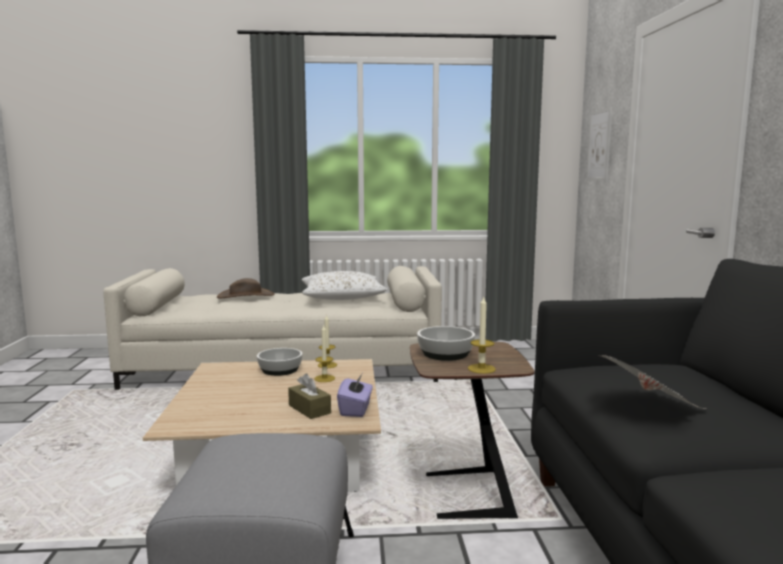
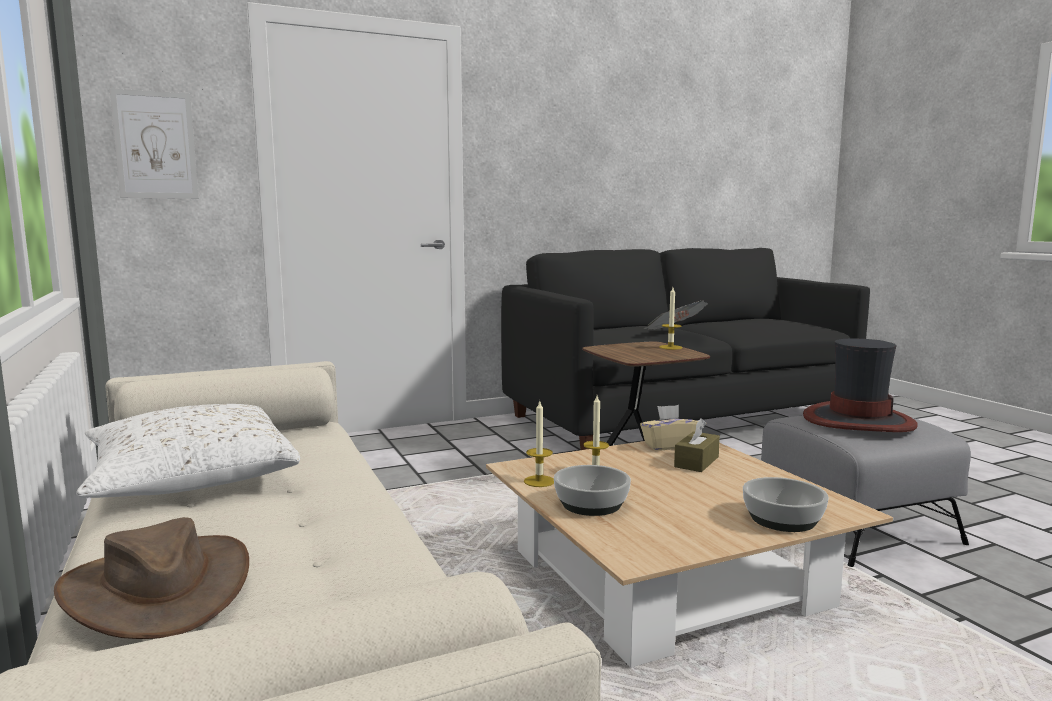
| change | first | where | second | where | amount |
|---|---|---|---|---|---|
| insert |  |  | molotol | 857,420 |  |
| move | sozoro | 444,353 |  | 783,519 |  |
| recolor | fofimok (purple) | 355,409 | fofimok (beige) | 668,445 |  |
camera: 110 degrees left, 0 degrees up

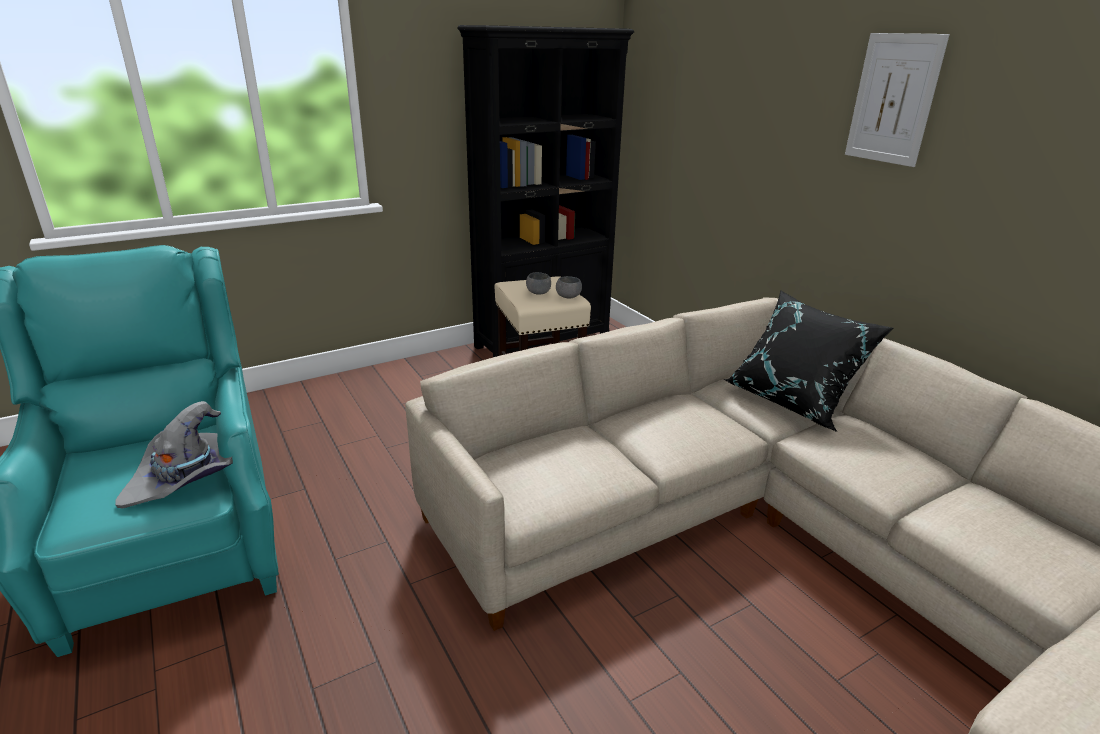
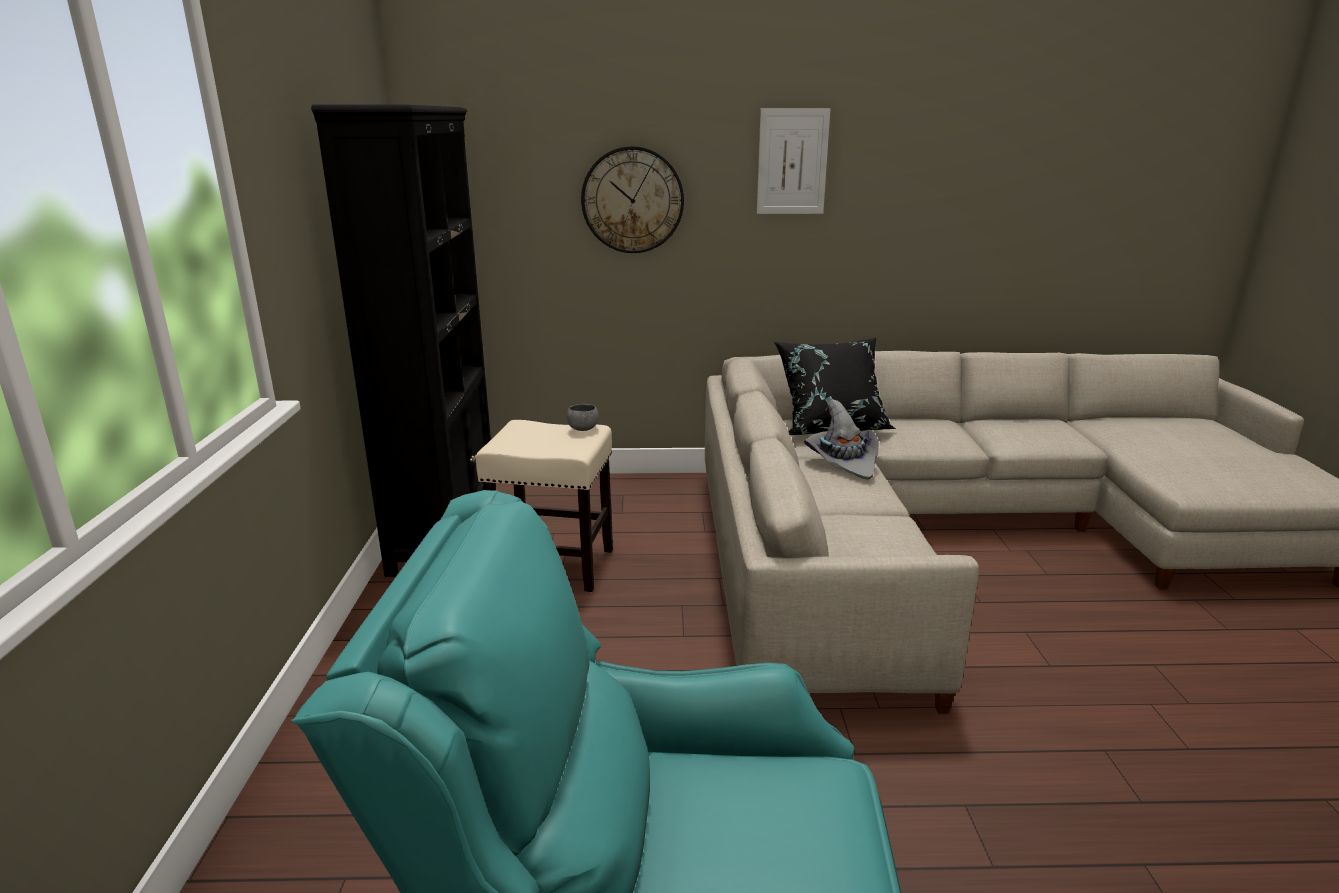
| change | first | where | second | where | amount |
|---|---|---|---|---|---|
| delete | sozoro (grey) | 538,293 |  |  |  |
| insert |  |  | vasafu | 632,200 |  |
| move | molotol (grey) | 184,478 |  | 842,461 |  |
camera: 60 degrees left, 5 degrees down

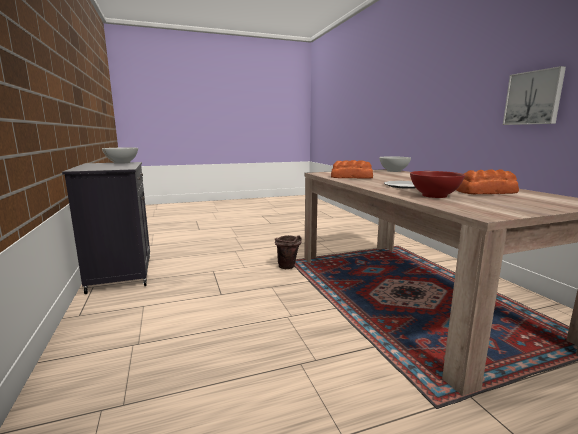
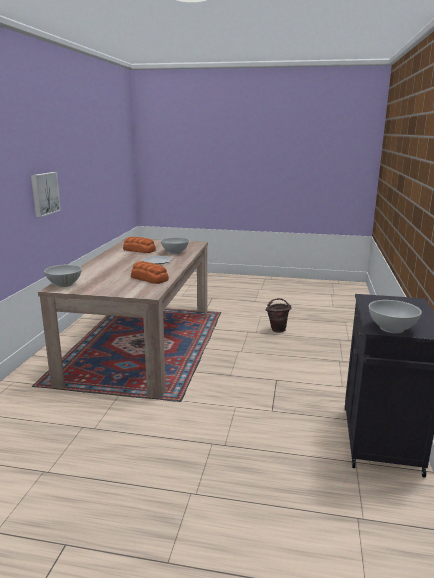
| change | first | where | second | where | amount |
|---|---|---|---|---|---|
| move | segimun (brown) | 288,267 |  | 277,329 |  |
| recolor | sozoro (red) | 434,196 | sozoro (white) | 175,252 |  |
camera: 150 degrees left, 5 degrees up

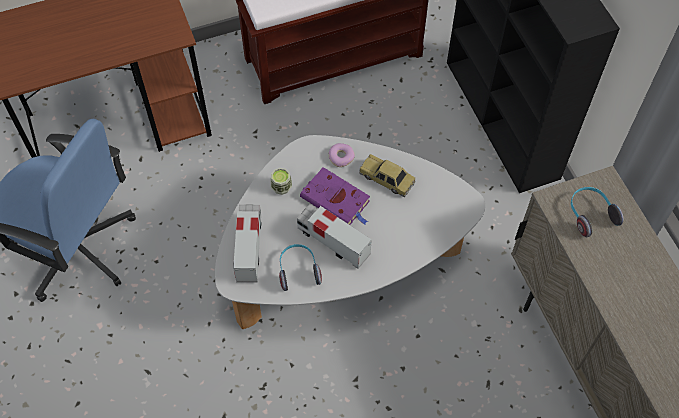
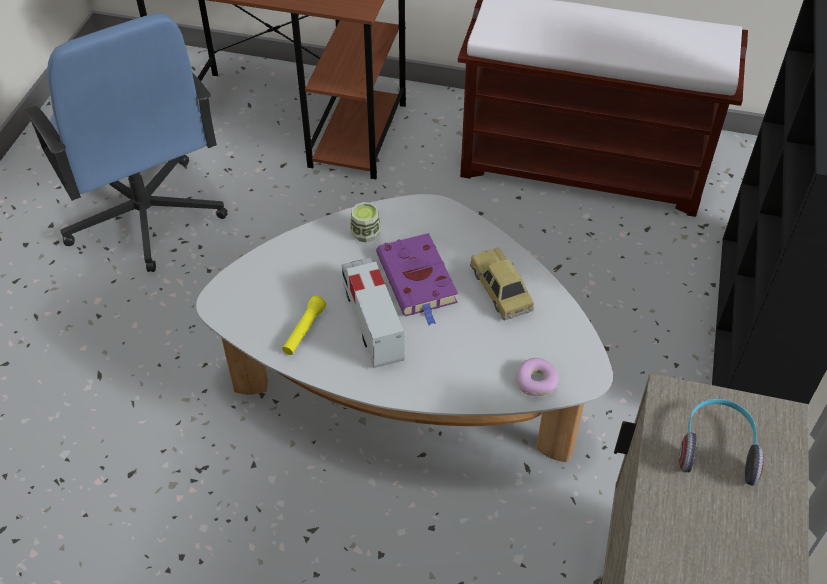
| change | first | where | second | where | amount |
|---|---|---|---|---|---|
| delete | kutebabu | 249,248 |  |  |  |
| move | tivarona | 341,157 |  | 536,381 |  |
| replace | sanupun | 298,270 | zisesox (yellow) | 304,330 |  |
camera: 35 degrees right, 10 degrees down

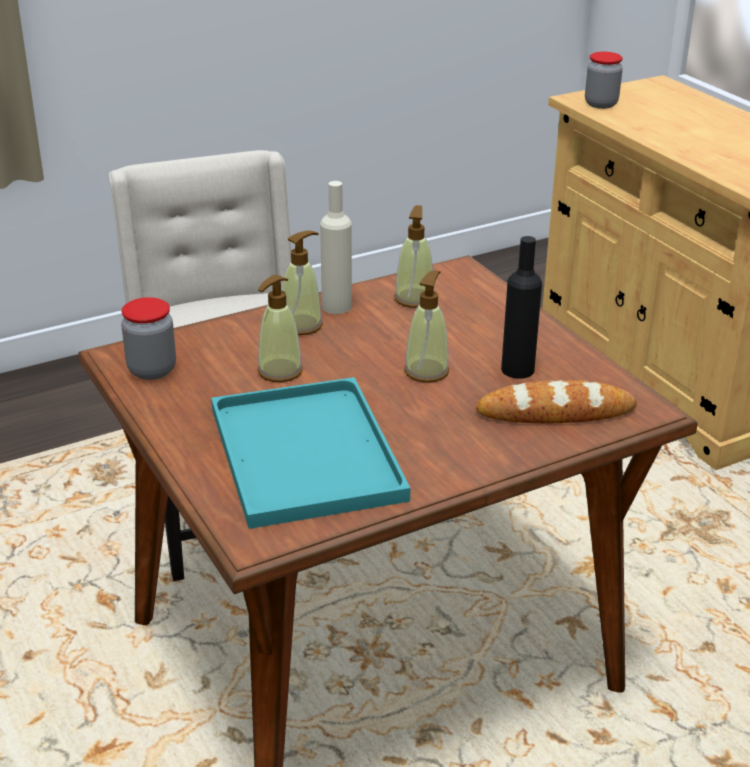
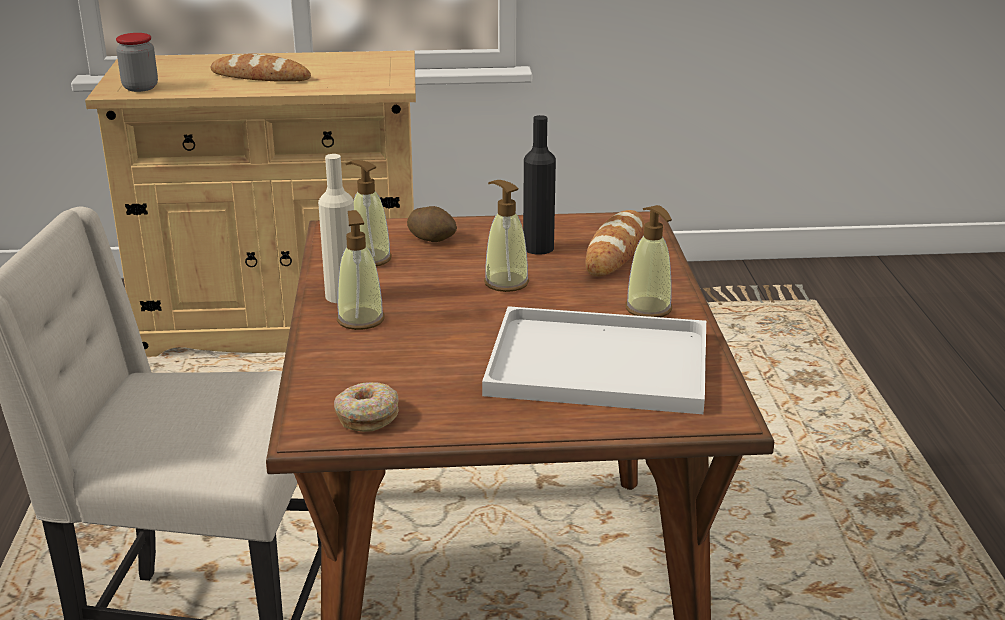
| change | first | where | second | where | amount |
|---|---|---|---|---|---|
| insert |  |  | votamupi | 260,76 |  |
| insert |  |  | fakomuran | 432,239 |  |
| move | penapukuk | 279,371 |  | 648,309 |  |
| replace | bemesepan | 152,370 | tivarona | 367,416 |  |
| recolor | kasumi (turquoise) | 309,455 | kasumi (white) | 603,363 |  |
camera: 65 degrees left, 5 degrees down

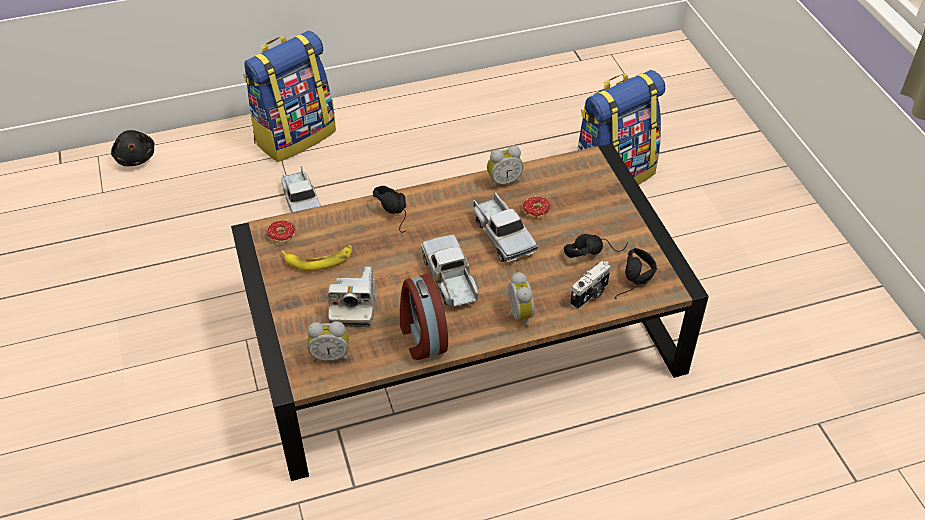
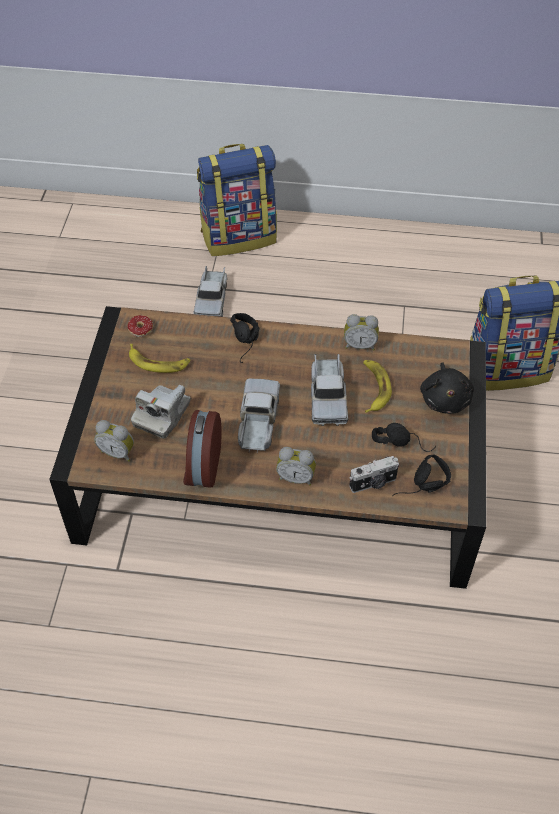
| change | first | where | second | where | amount |
|---|---|---|---|---|---|
| move | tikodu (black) | 136,157 |  | 445,399 |  |
| replace | tivarona | 539,214 | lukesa | 374,388 |  |
| rotate | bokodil | 517,315 |  | 296,477 | 90 degrees clockwise |
camera: 25 degrees right, 5 degrees up

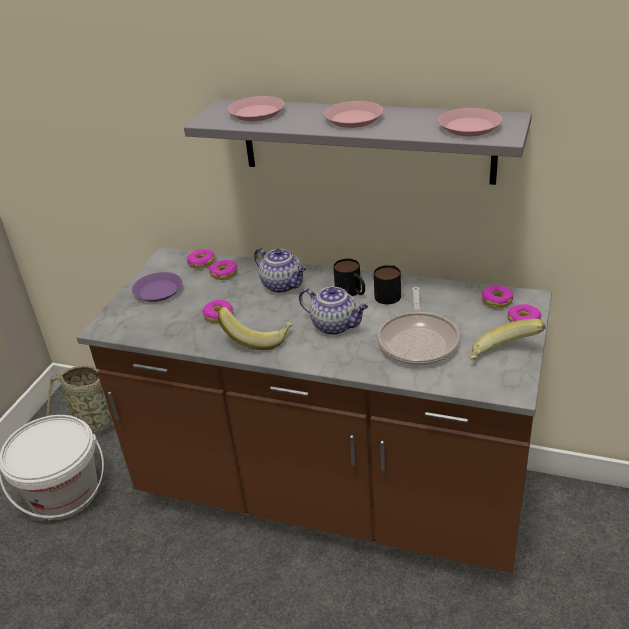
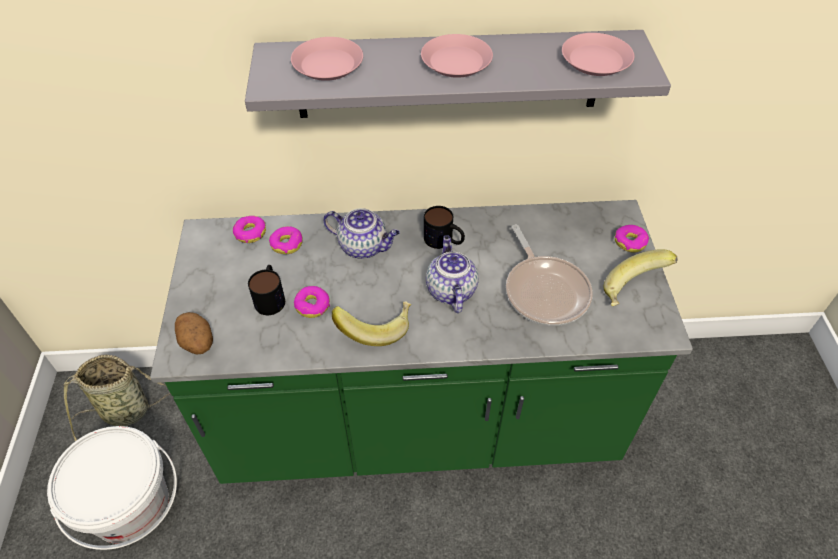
| change | first | where | second | where | amount |
|---|---|---|---|---|---|
| delete | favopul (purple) | 158,291 |  |  |  |
| delete | tivarona | 496,301 |  |  |  |
| insert |  |  | fakomuran | 198,343 |  |
| move | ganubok | 389,293 |  | 270,296 |  |
| recolor | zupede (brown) | 331,495 | zupede (green) | 419,422 |  |
| rotate | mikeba | 335,325 |  | 450,290 | 105 degrees counterclockwise |
camera: 25 degrees left, 15 degrees up

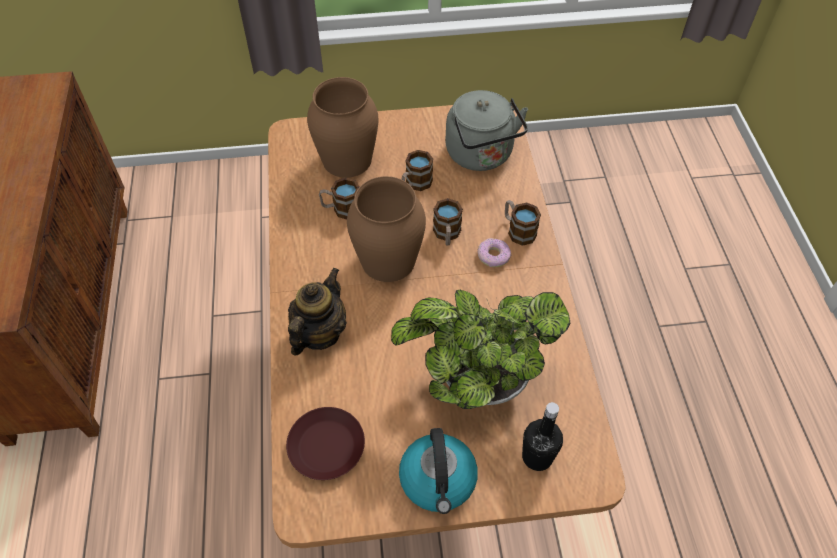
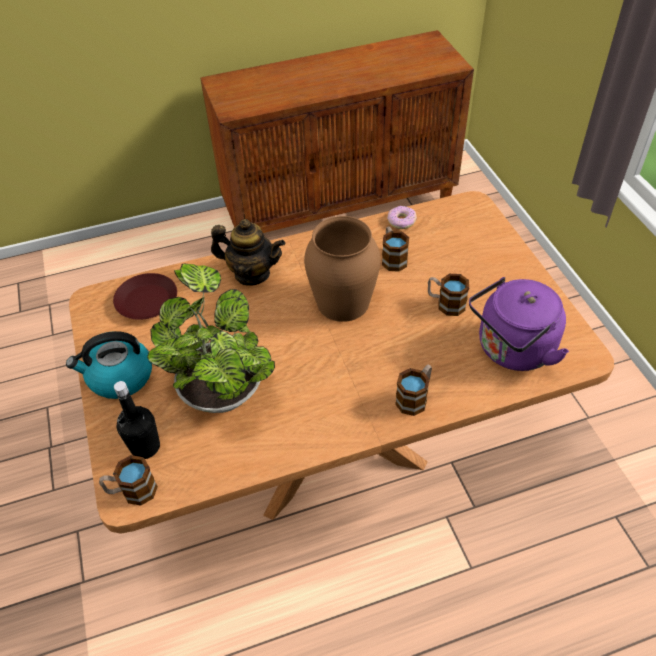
| change | first | where | second | where | amount |
|---|---|---|---|---|---|
| delete | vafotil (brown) | 346,159 |  |  |  |
| move | ganubok | 447,235 |  | 132,491 |  |
| move | tivarona | 493,256 |  | 401,221 |  |
| recolor | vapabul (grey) | 481,155 | vapabul (purple) | 512,350 |  |
camera: 80 degrees right, 5 degrees down

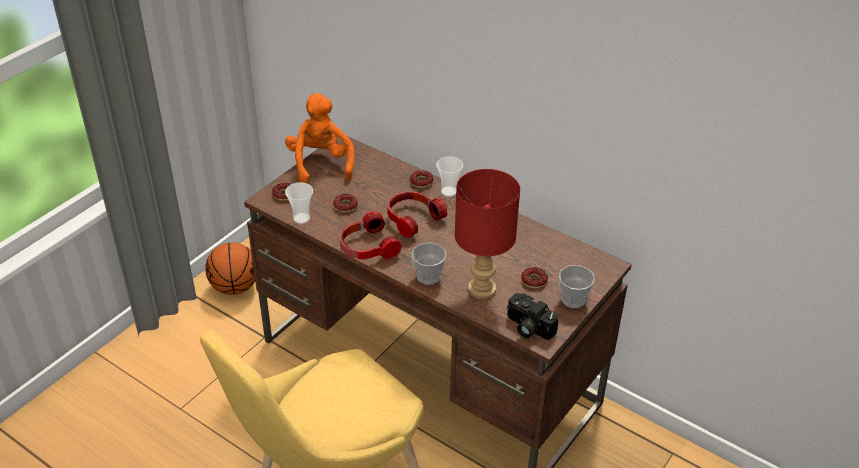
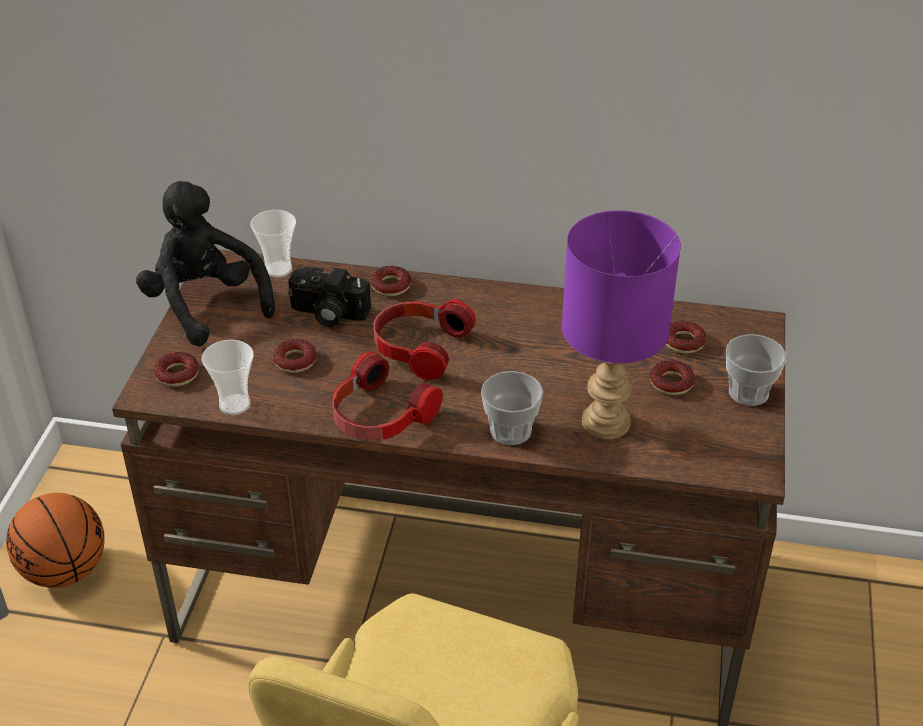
| change | first | where | second | where | amount |
|---|---|---|---|---|---|
| insert |  |  | tivarona | 683,342 |  |
| move | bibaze | 449,191 |  | 278,269 |  |
| move | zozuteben | 527,327 |  | 327,314 |  |
| recolor | tikodu (orange) | 321,163 | tikodu (black) | 205,305 |  |
| recolor | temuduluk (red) | 480,288 | temuduluk (purple) | 603,422 |  |
camera: 25 degrees left, 0 degrees up

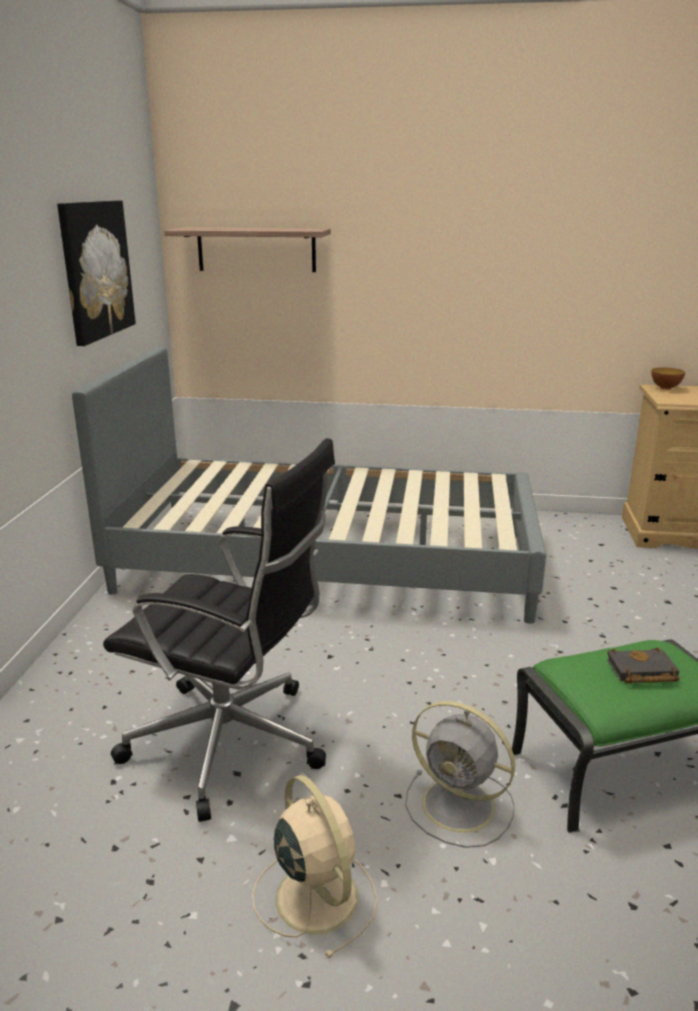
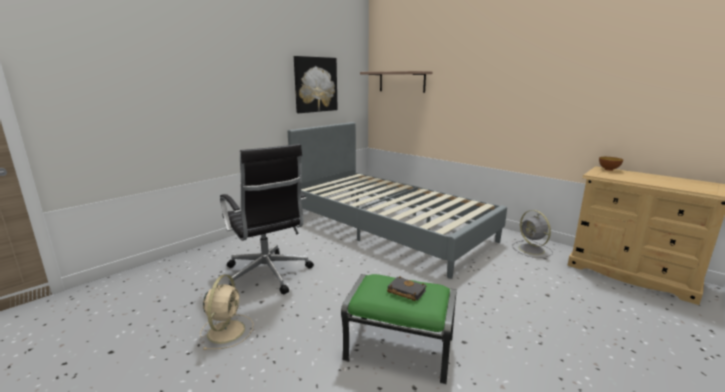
| change | first | where | second | where | amount |
|---|---|---|---|---|---|
| move | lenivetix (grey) | 461,806 |  | 532,250 |  |
camera: 35 degrees right, 5 degrees down

